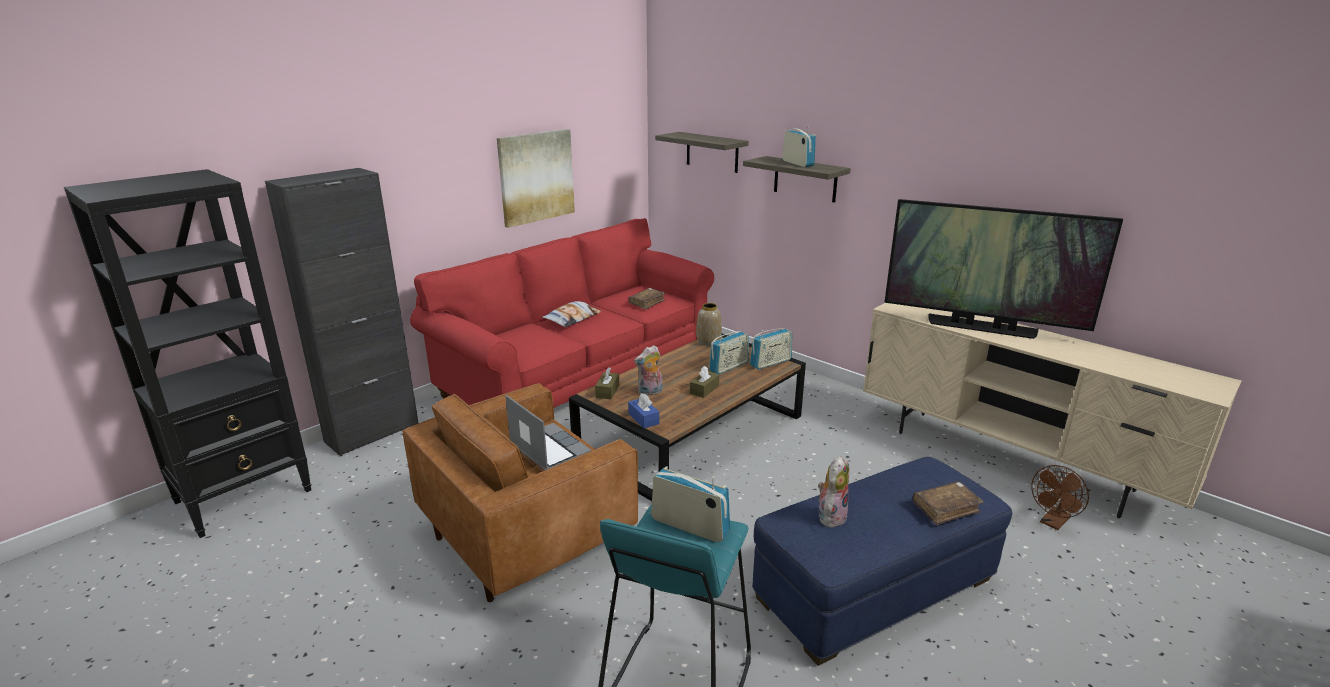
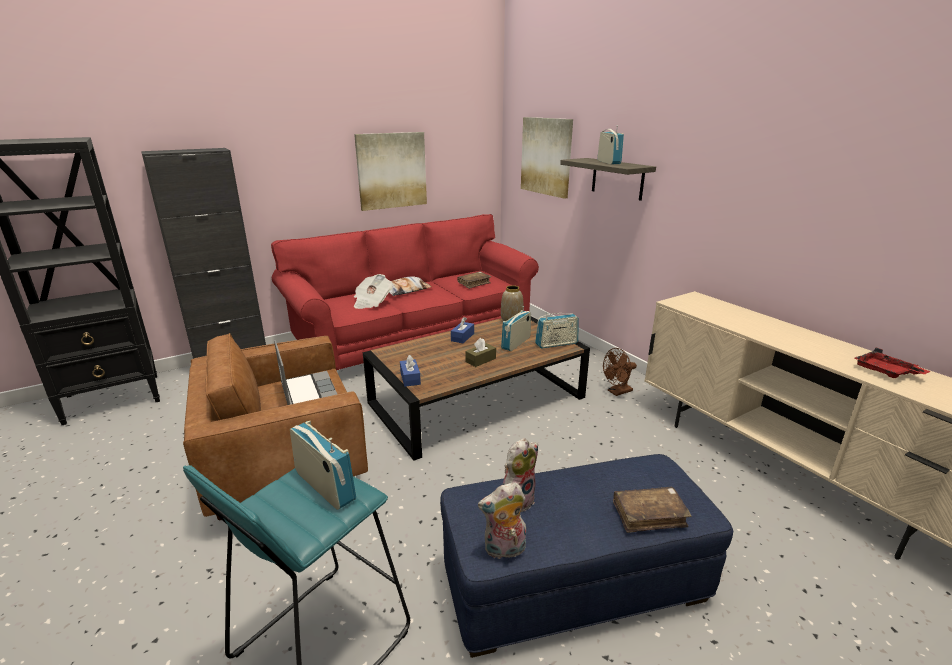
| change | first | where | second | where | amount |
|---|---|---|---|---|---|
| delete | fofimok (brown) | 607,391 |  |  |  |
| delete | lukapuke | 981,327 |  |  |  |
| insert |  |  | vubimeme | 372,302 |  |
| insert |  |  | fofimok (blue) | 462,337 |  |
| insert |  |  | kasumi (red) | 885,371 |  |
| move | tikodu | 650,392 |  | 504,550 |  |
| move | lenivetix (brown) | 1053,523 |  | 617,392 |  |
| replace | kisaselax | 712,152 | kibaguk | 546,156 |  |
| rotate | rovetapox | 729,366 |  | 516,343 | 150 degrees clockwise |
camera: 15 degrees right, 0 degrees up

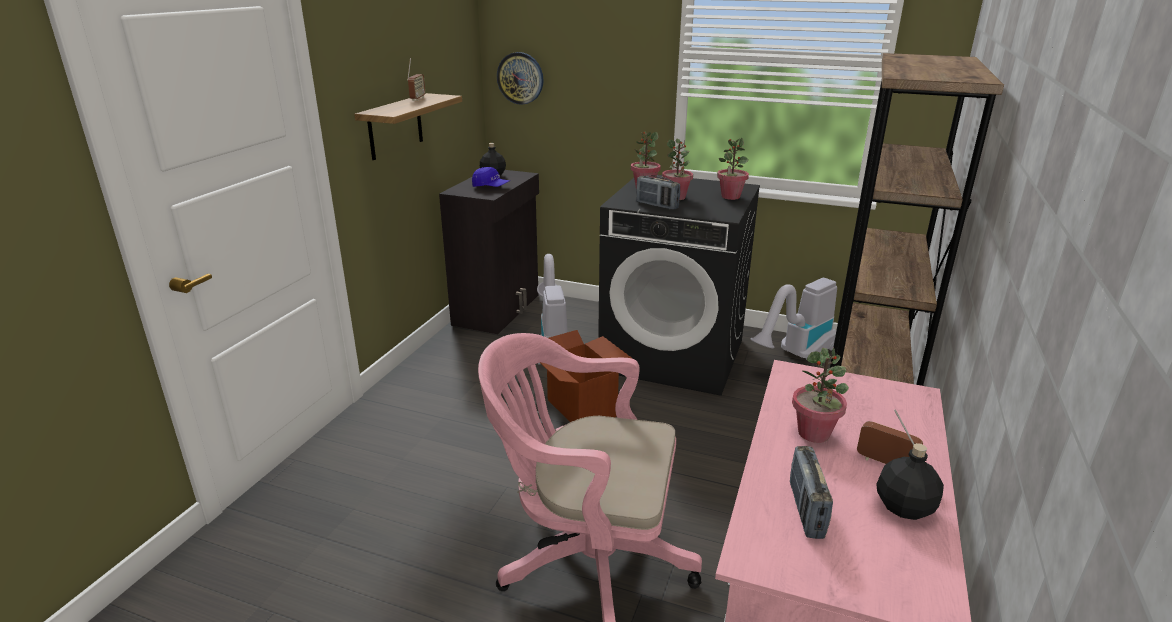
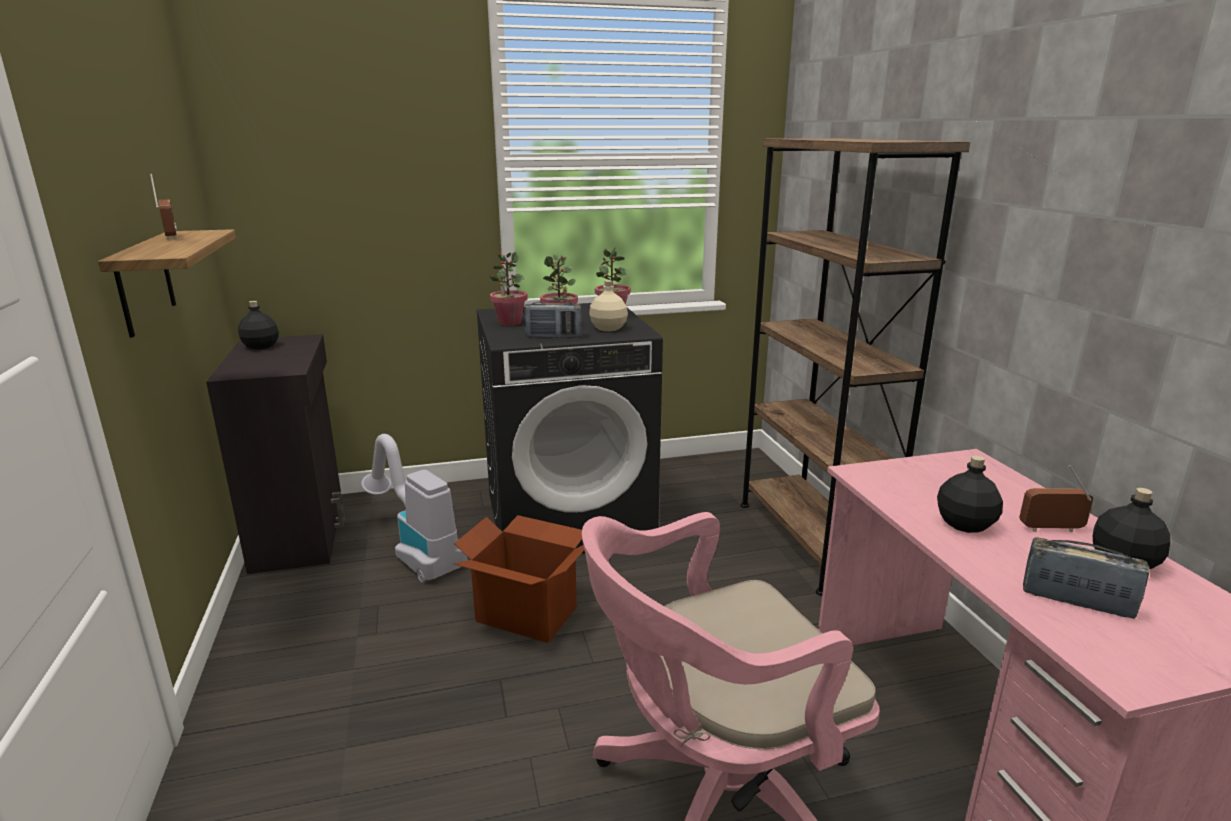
| change | first | where | second | where | amount |
|---|---|---|---|---|---|
| delete | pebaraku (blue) | 491,187 |  |  |  |
| delete | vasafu | 520,78 |  |  |  |
| delete | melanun | 795,355 |  |  |  |
| insert |  |  | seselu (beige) | 608,328 |  |
| replace | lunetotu | 814,433 | seselu (black) | 965,524 |  |
| rotate | rovetapox | 805,510 |  | 1076,601 | 150 degrees clockwise |
camera: 35 degrees left, 5 degrees down

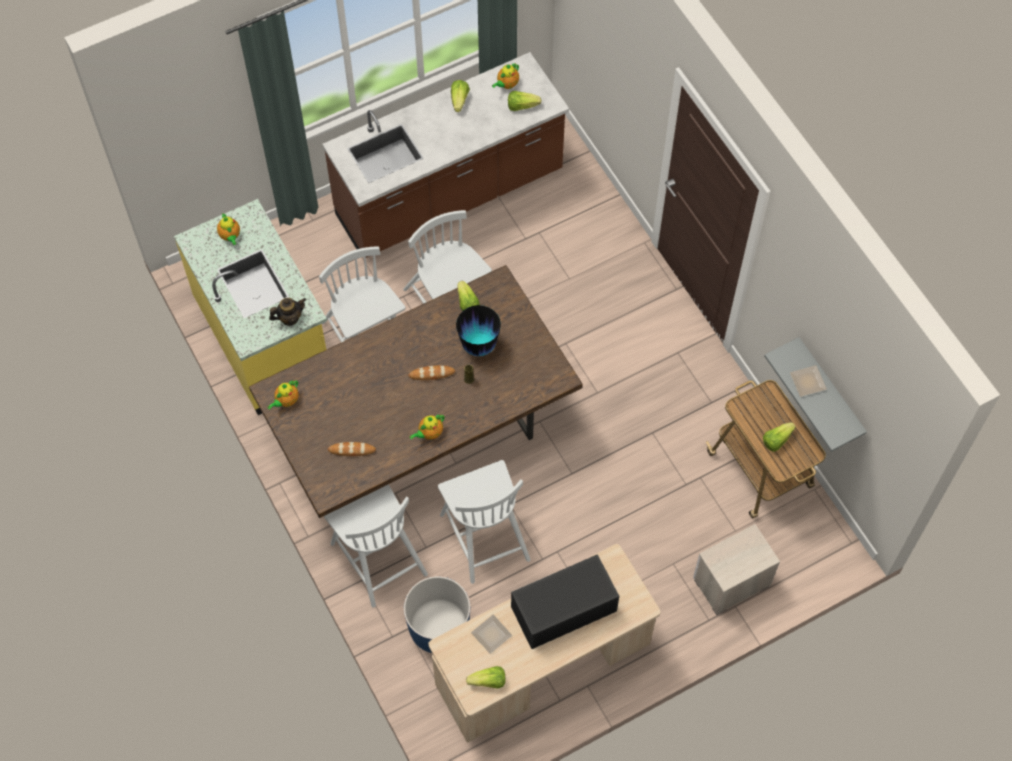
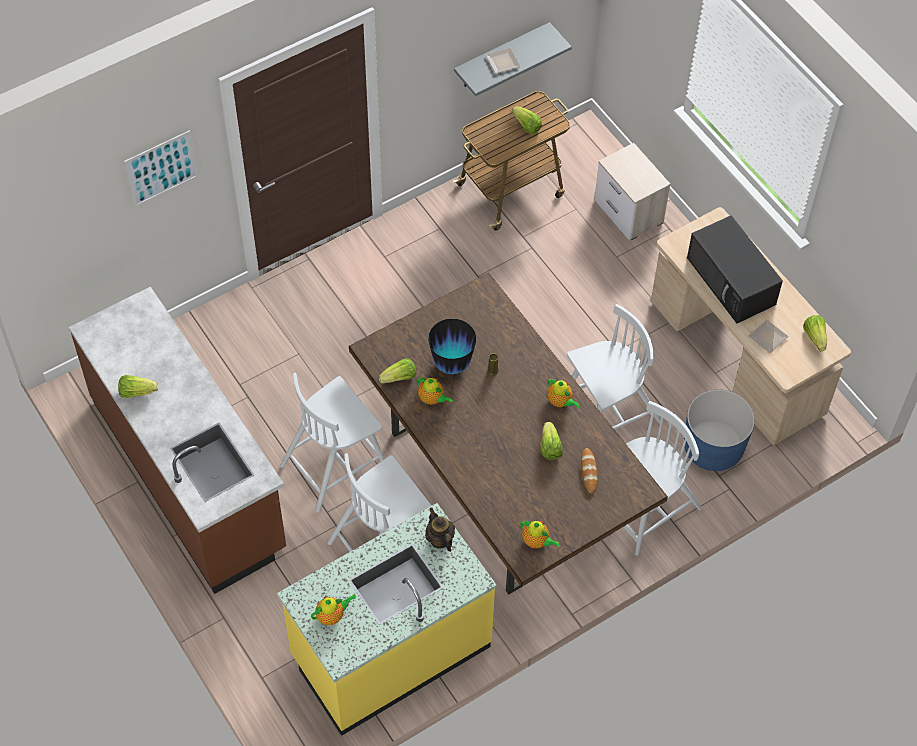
| change | first | where | second | where | amount |
|---|---|---|---|---|---|
| delete | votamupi | 431,374 |  |  |  |
| insert |  |  | kibaguk | 161,168 |  |
| move | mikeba | 507,84 |  | 432,399 |  |
| move | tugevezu | 522,106 |  | 550,447 |  |
camera: 95 degrees left, 5 degrees down

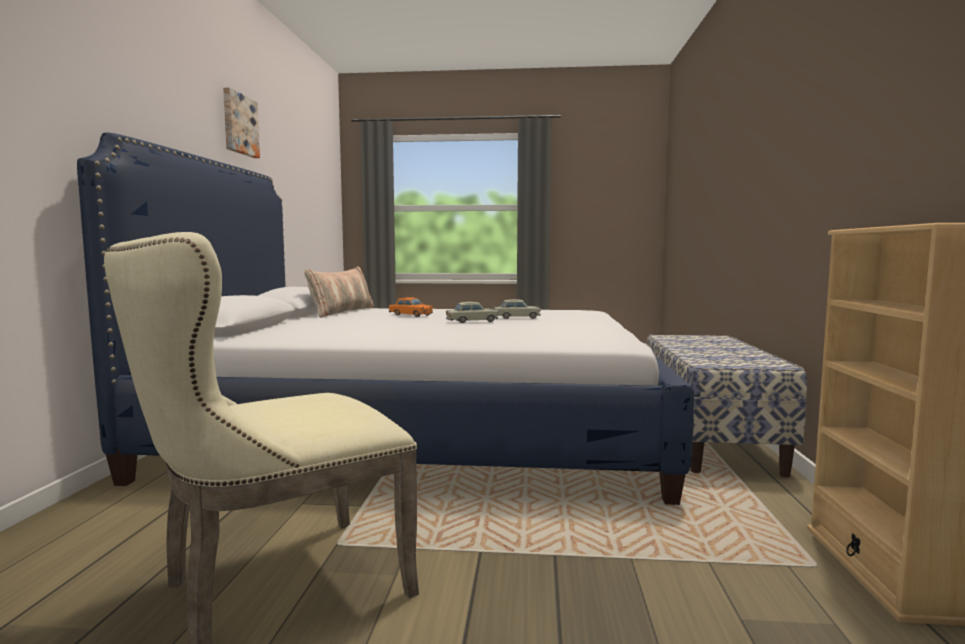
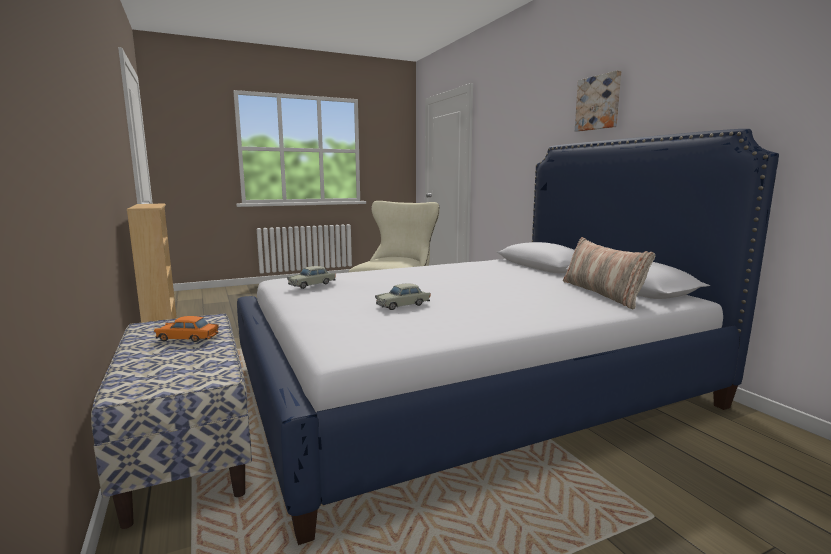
| change | first | where | second | where | amount |
|---|---|---|---|---|---|
| move | kibaguk | 239,124 |  | 599,103 |  |
| move | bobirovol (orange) | 410,315 |  | 187,338 |  |
| move | bobirovol (beige) | 472,321 |  | 312,284 |  |
camera: 150 degrees right, 5 degrees up

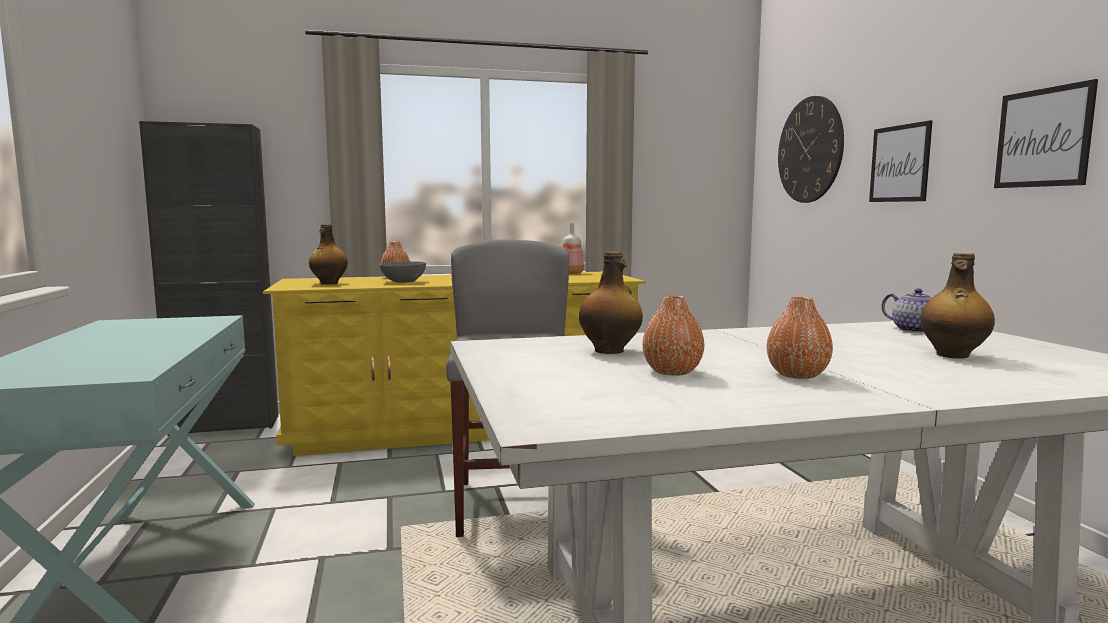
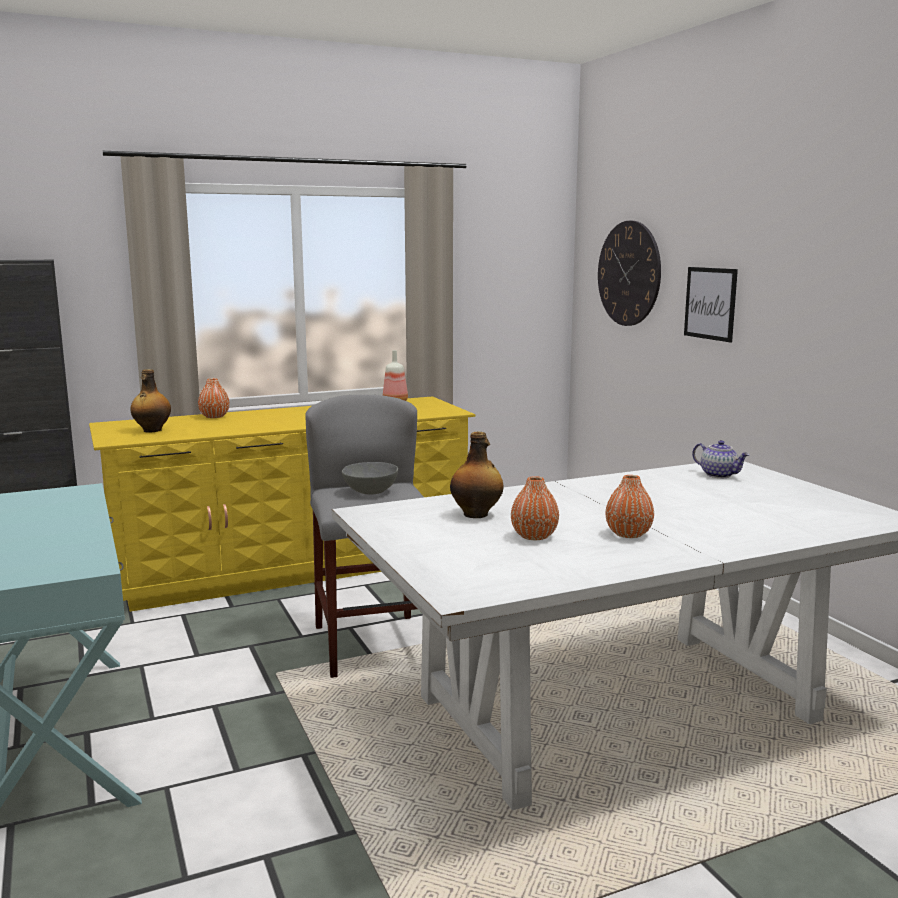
| change | first | where | second | where | amount |
|---|---|---|---|---|---|
| delete | seselu | 952,355 |  |  |  |
| delete | kibaguk | 1043,138 |  |  |  |
| move | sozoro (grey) | 403,282 |  | 370,491 |  |
camera: 10 degrees left, 5 degrees up

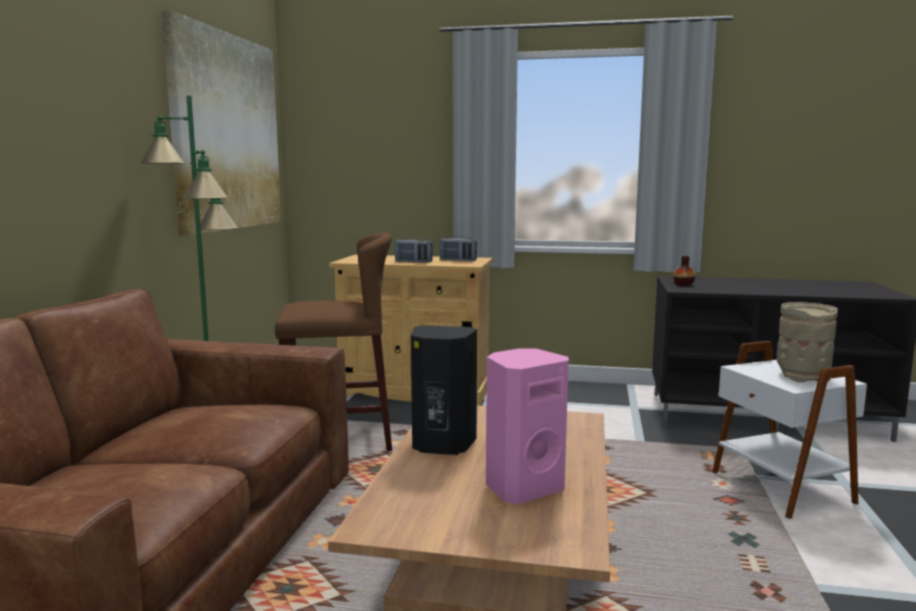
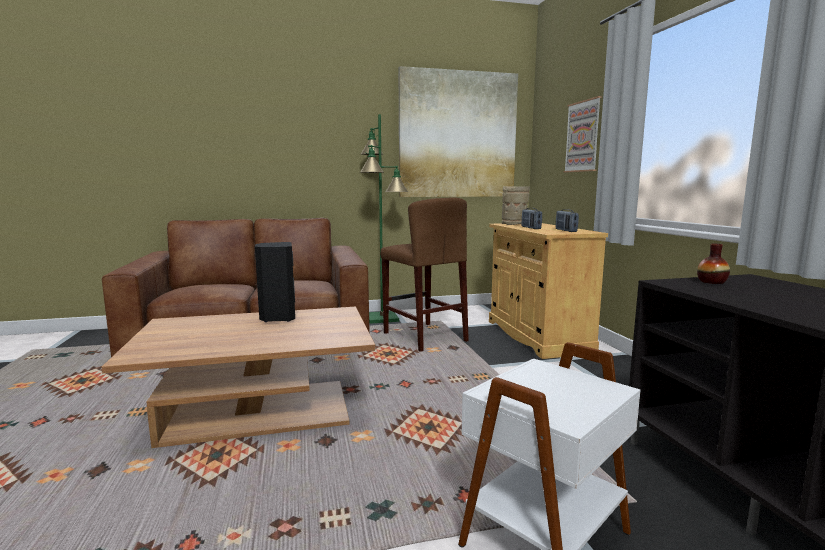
| change | first | where | second | where | amount |
|---|---|---|---|---|---|
| delete | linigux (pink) | 522,487 |  |  |  |
| insert |  |  | kibaguk | 582,136 |  |
| move | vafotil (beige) | 802,376 |  | 515,224 |  |
camera: 65 degrees right, 0 degrees up

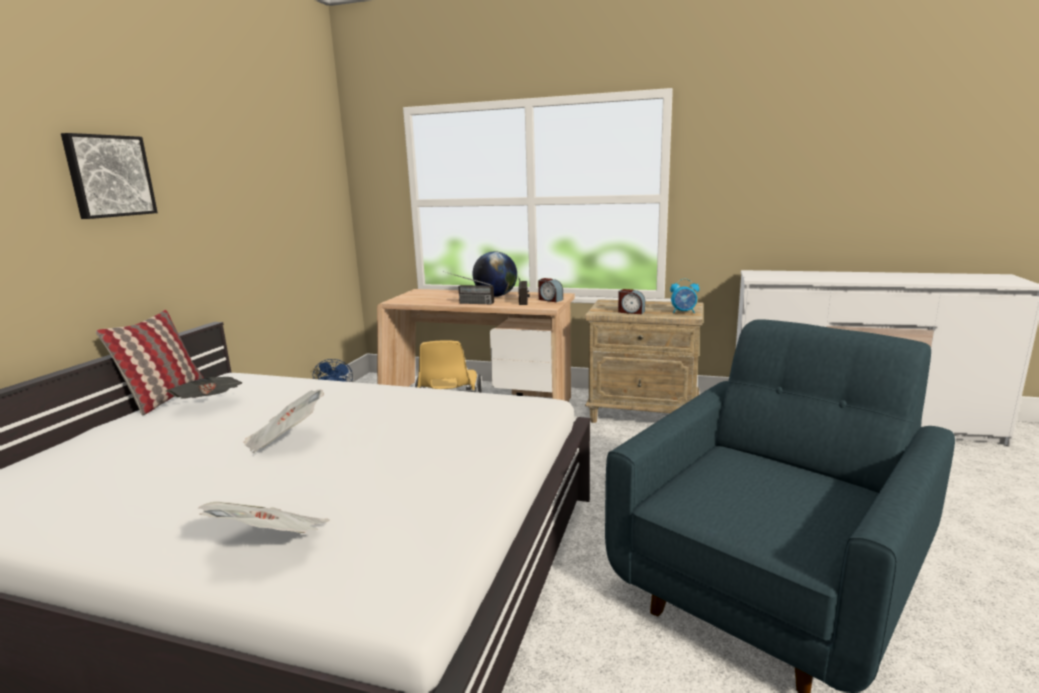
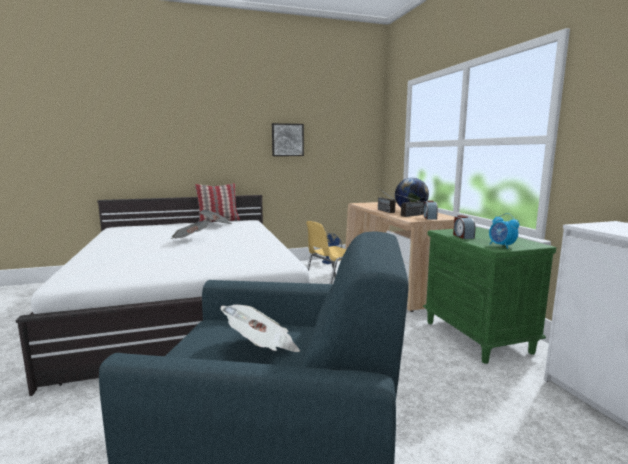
| change | first | where | second | where | amount |
|---|---|---|---|---|---|
| move | kibaguk | 109,176 |  | 287,140 |  |
| move | vubimeme | 272,543 |  | 262,347 |  |
| recolor | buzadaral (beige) | 644,414 | buzadaral (green) | 478,337 |  |
camera: 55 degrees right, 5 degrees down

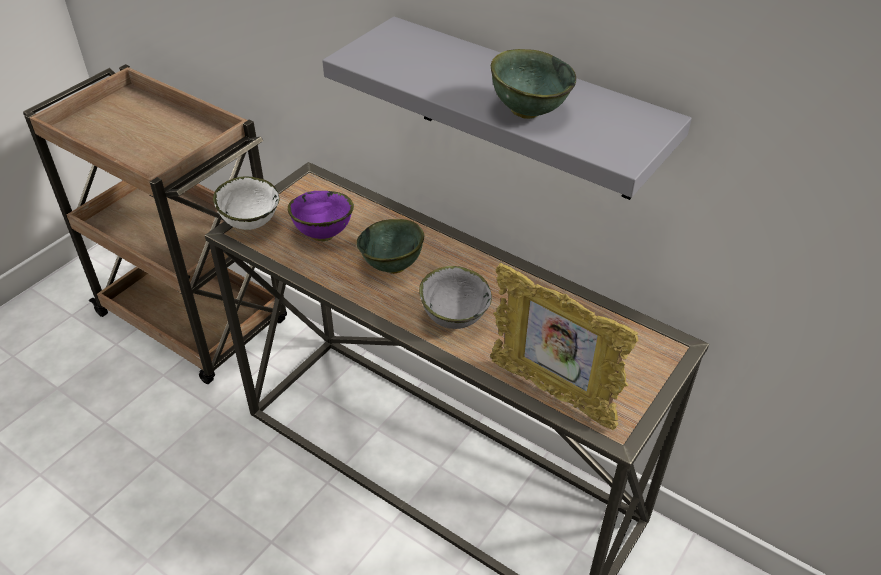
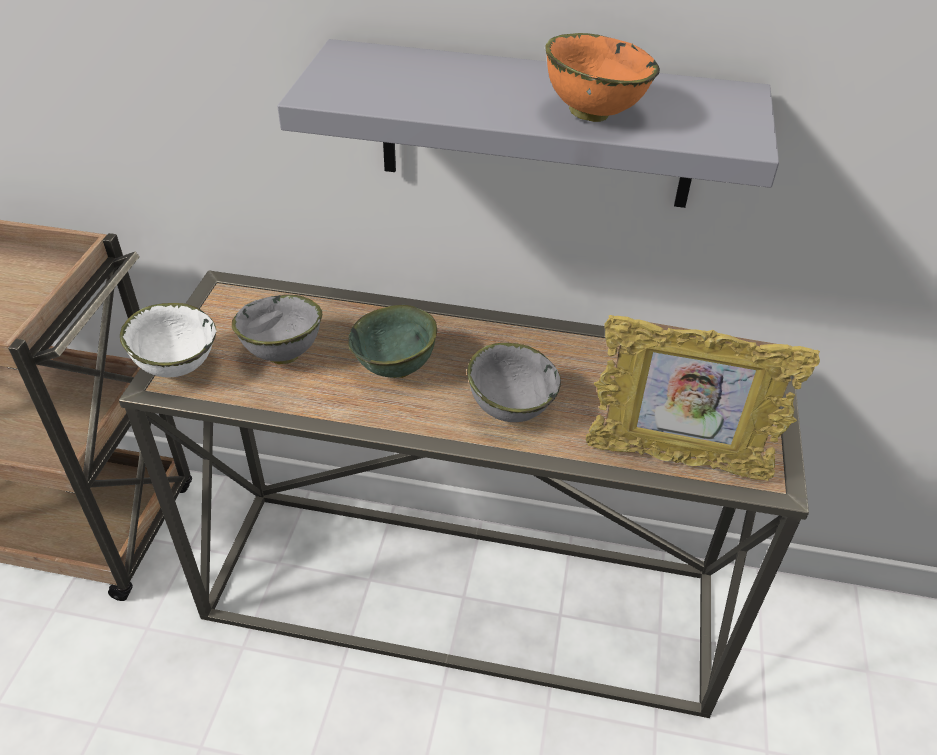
| change | first | where | second | where | amount |
|---|---|---|---|---|---|
| recolor | sozoro (purple) | 322,234 | sozoro (grey) | 282,354 |  |
| recolor | sozoro (green) | 528,111 | sozoro (orange) | 592,113 |  |
camera: 25 degrees left, 0 degrees up

